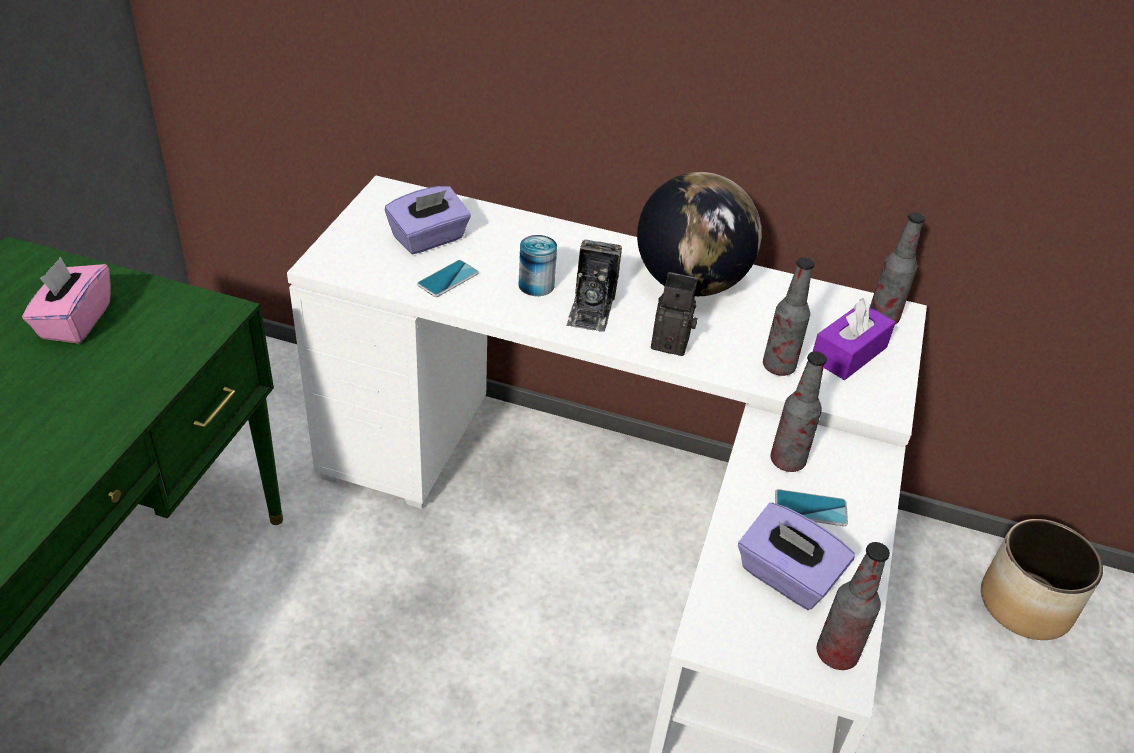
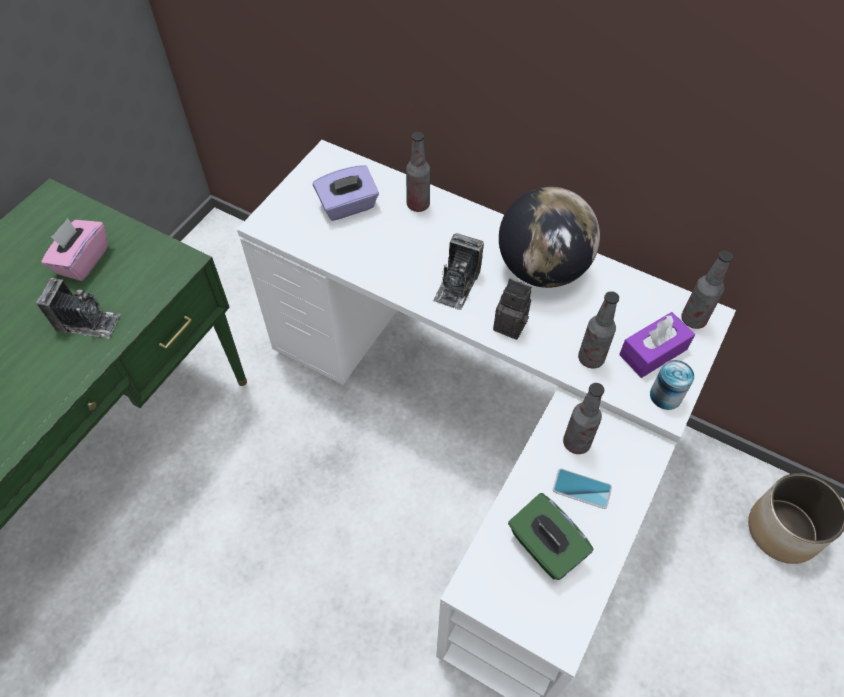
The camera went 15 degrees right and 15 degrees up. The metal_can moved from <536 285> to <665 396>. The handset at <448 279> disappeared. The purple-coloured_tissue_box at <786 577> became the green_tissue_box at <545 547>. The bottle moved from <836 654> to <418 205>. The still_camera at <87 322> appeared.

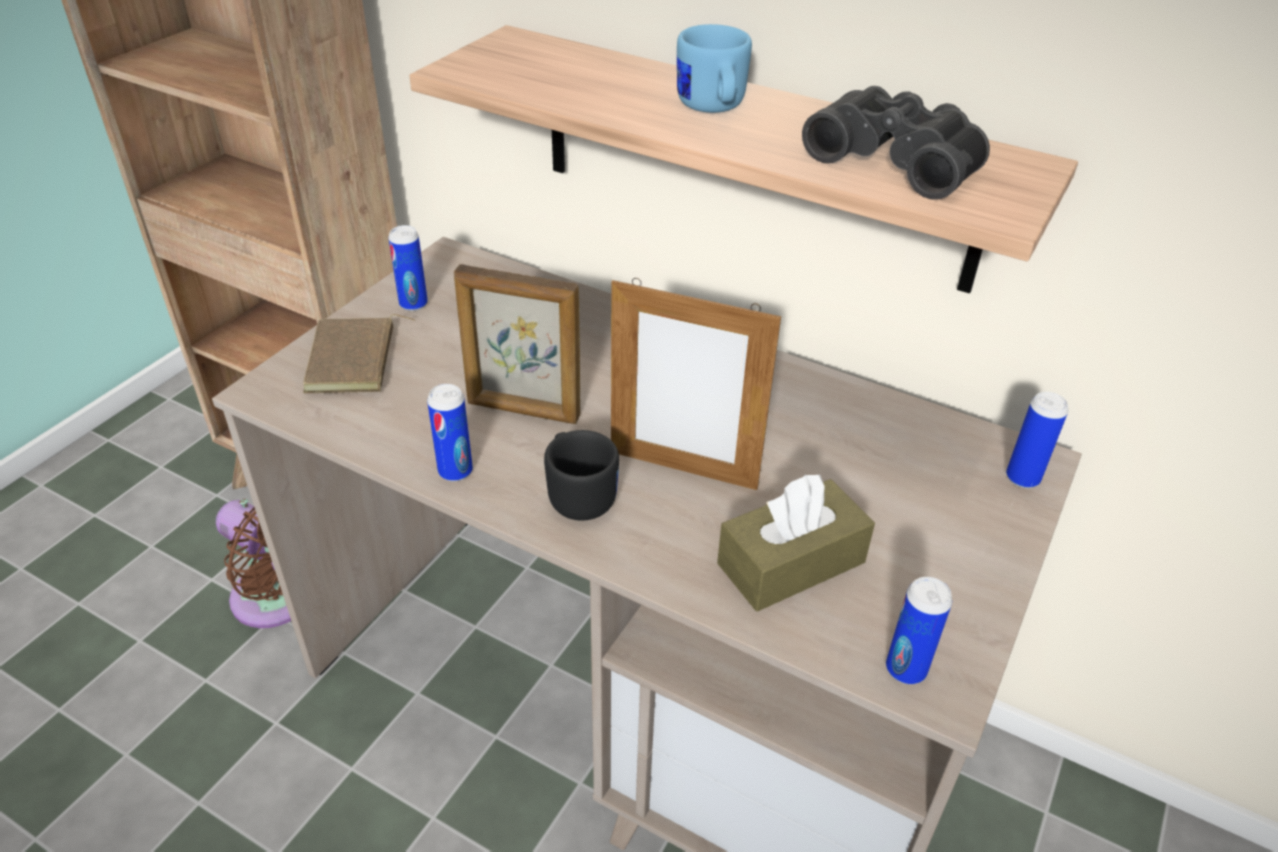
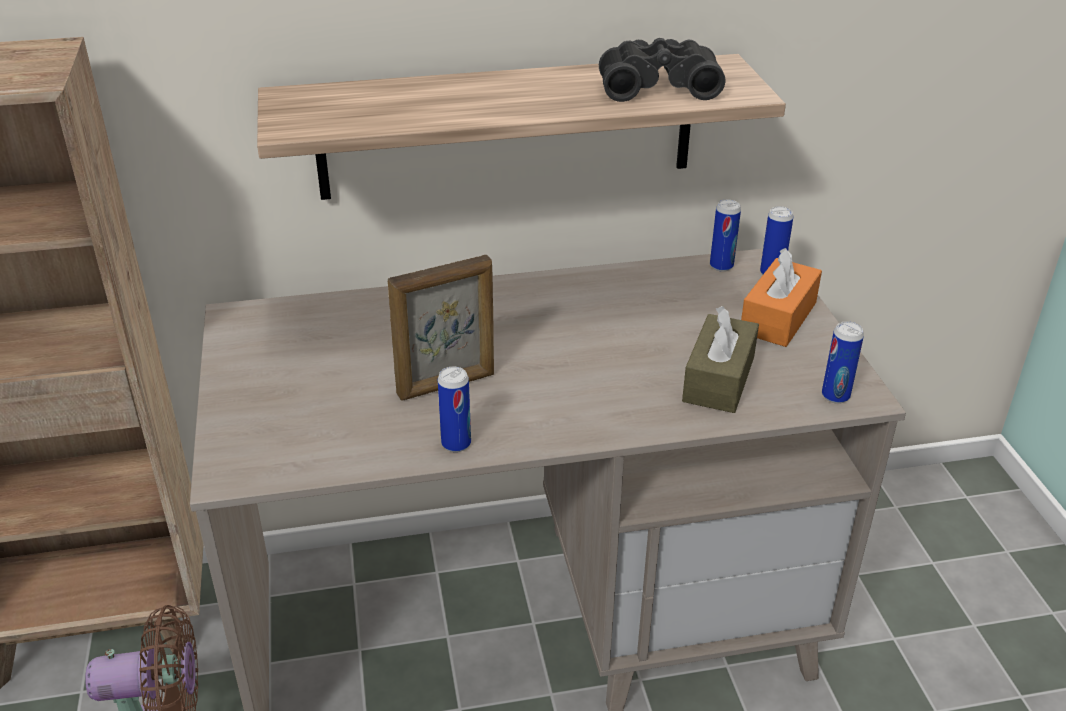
The camera went 40 degrees left and 5 degrees down. The blue-coloured_mug at <712 109> disappeared. The metal_can moved from <413 304> to <721 266>. The photo_frame at <683 469> disappeared. The brown-coloured_volume at <355 361> disappeared. The black-coloured_mug at <579 494> disappeared. The orange_tissue_box at <778 318> appeared.

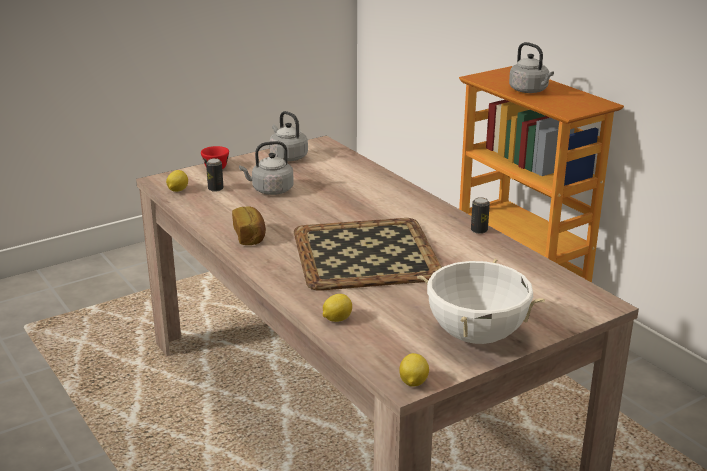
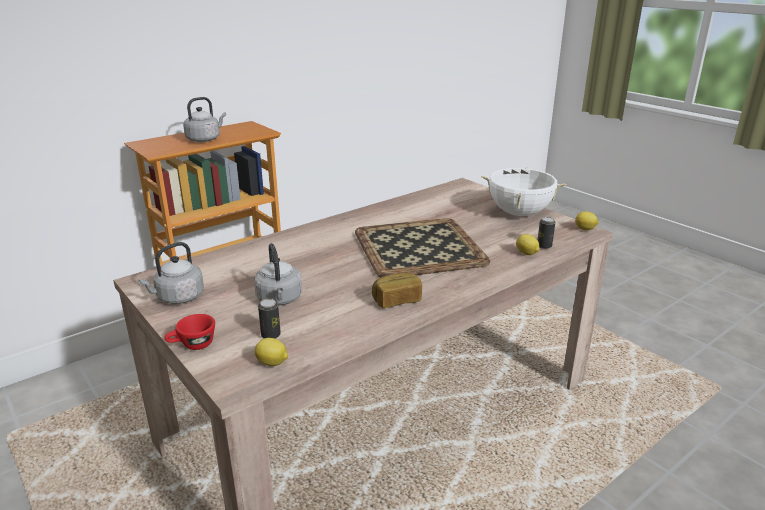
The camera went 95 degrees left and 0 degrees up. The metal_can moved from <479 230> to <544 246>.

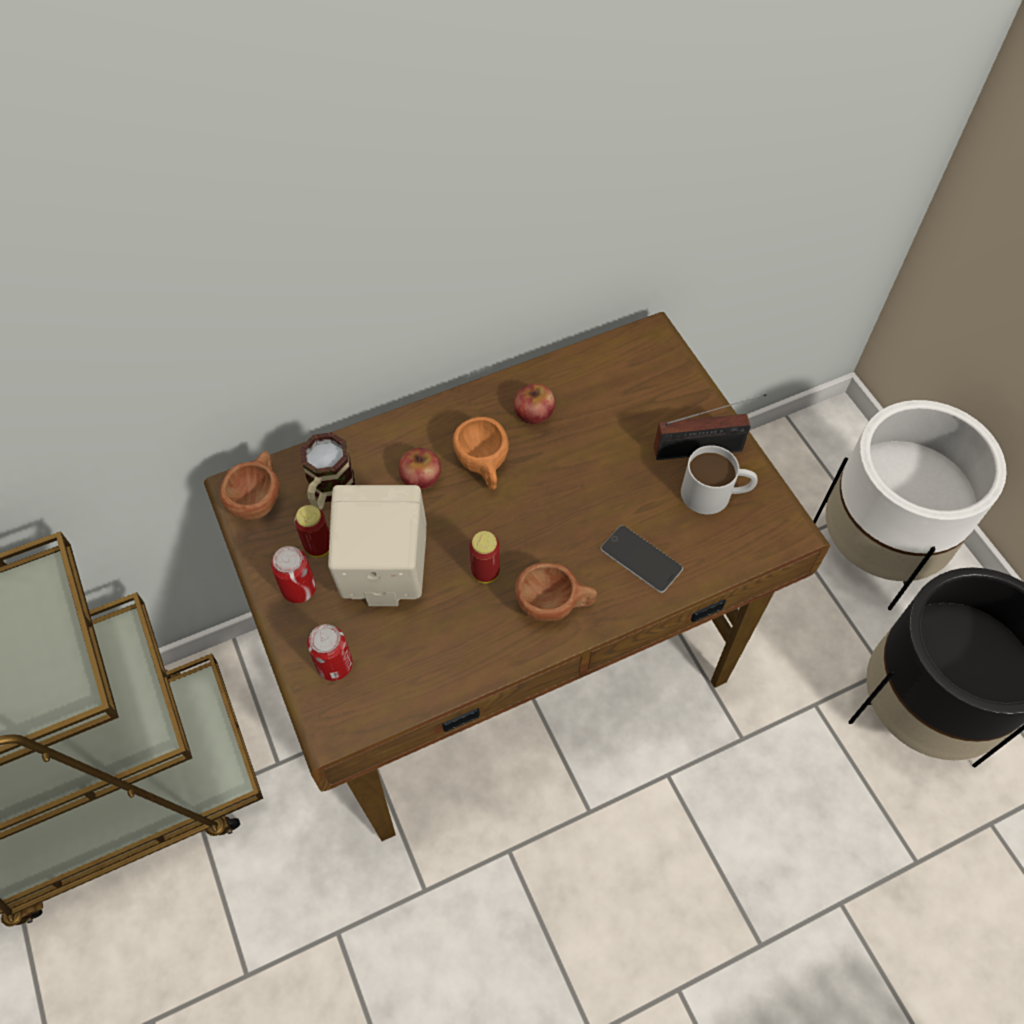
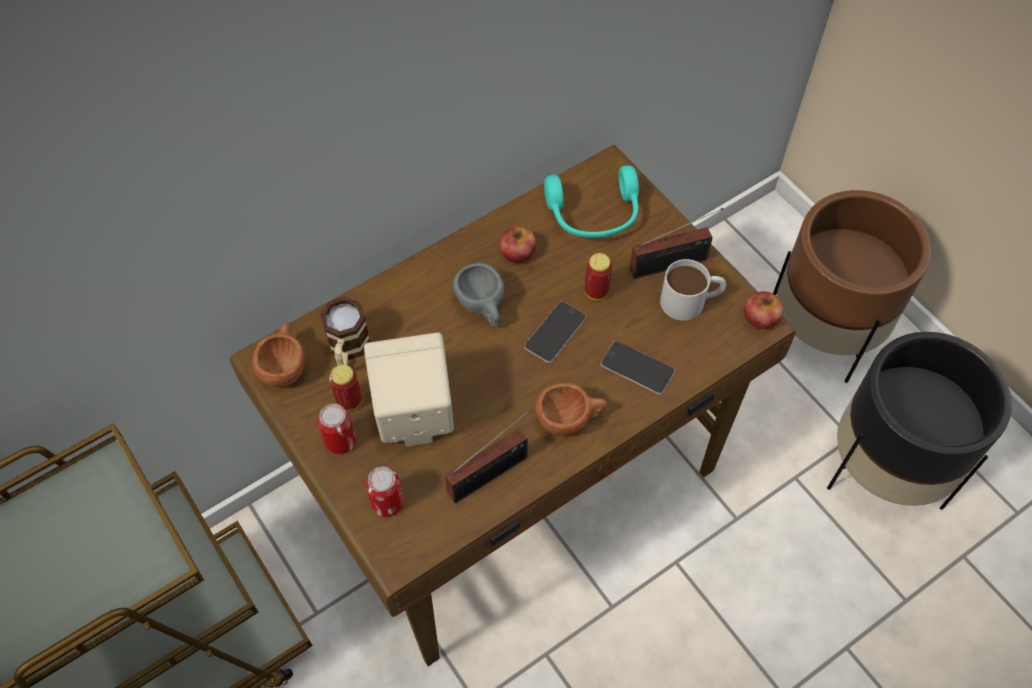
The camera went 10 degrees left and 0 degrees up. The whitish_flower_pot at <874 551> became the brown-coloured_flower_pot at <824 331>. The orange_small_cup at <484 466> became the gray_small_cup at <483 307>. The whole_apple moved from <421 476> to <760 317>. The metal_can moved from <485 572> to <596 292>. The turquoise_headphones at <594 215> appeared. The handset at <555 332> appeared. The radio_receiver at <492 473> appeared.

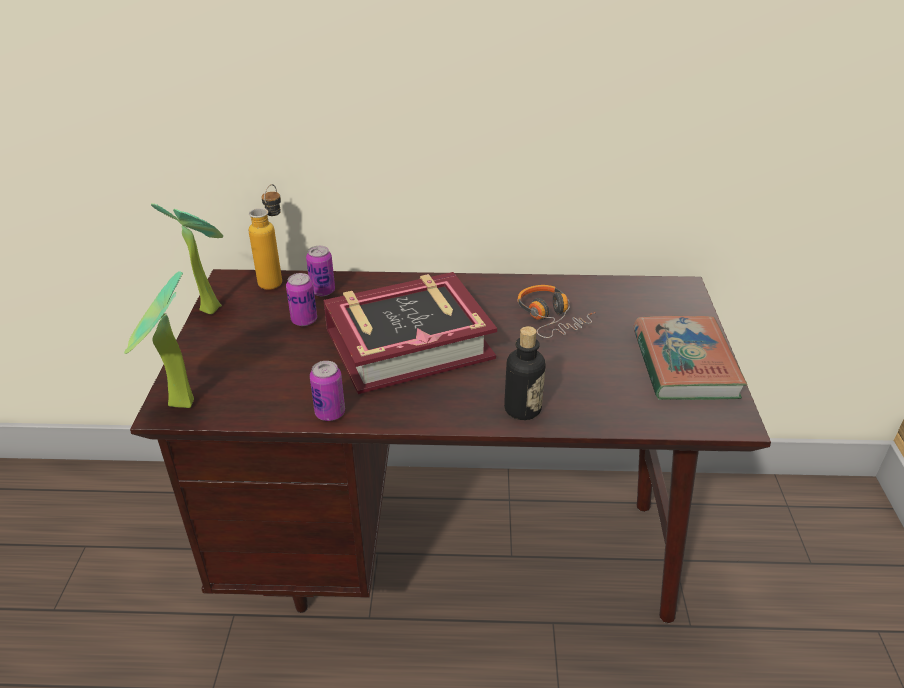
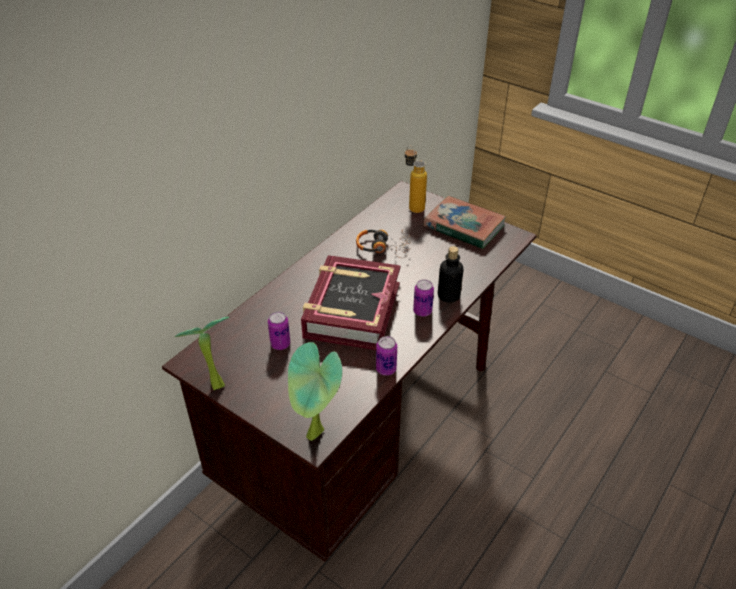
The camera went 55 degrees left and 5 degrees up. The bottle moved from <276 279> to <413 205>. The metal_can moved from <323 291> to <422 311>.

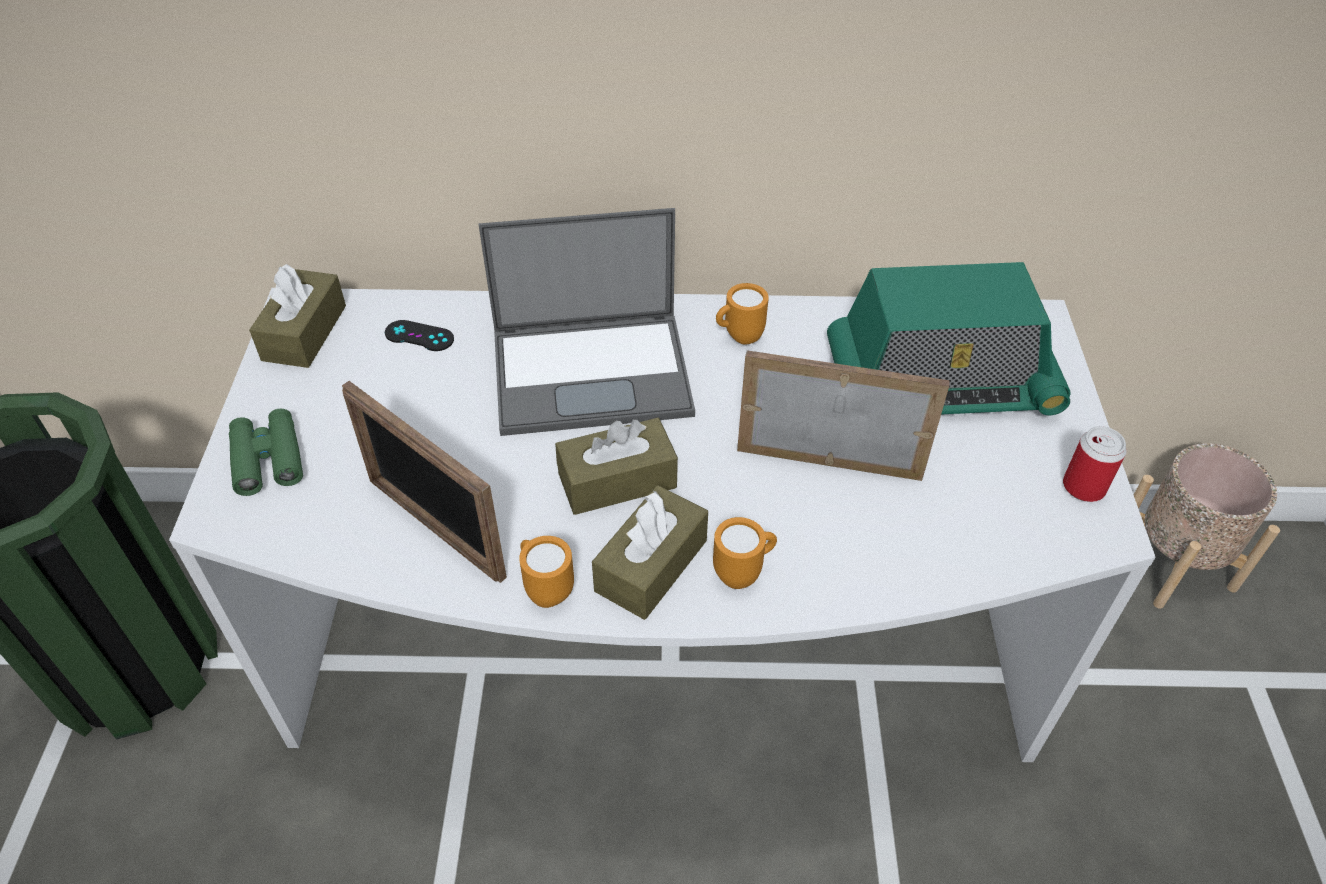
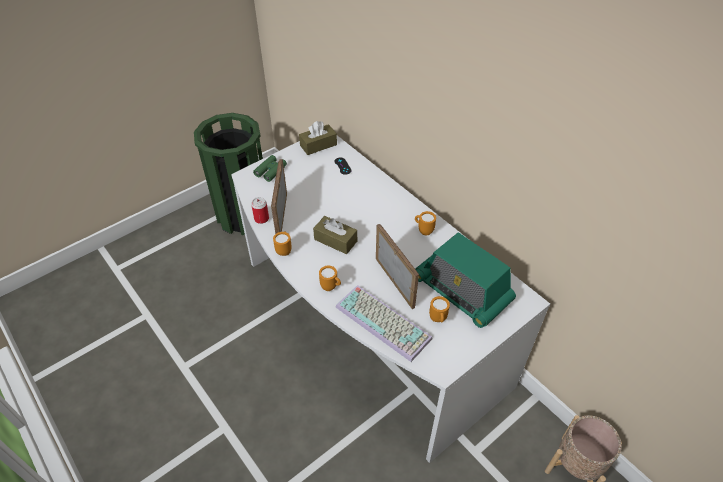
The camera went 50 degrees right and 0 degrees up. The notebook_computer at <594 372> disappeared. The metal_can moved from <1084 487> to <261 219>. The brown-coloured_tissue_box at <651 565> disappeared. The PC_keyboard at <385 322> appeared. The orange_mug at <438 320> appeared.

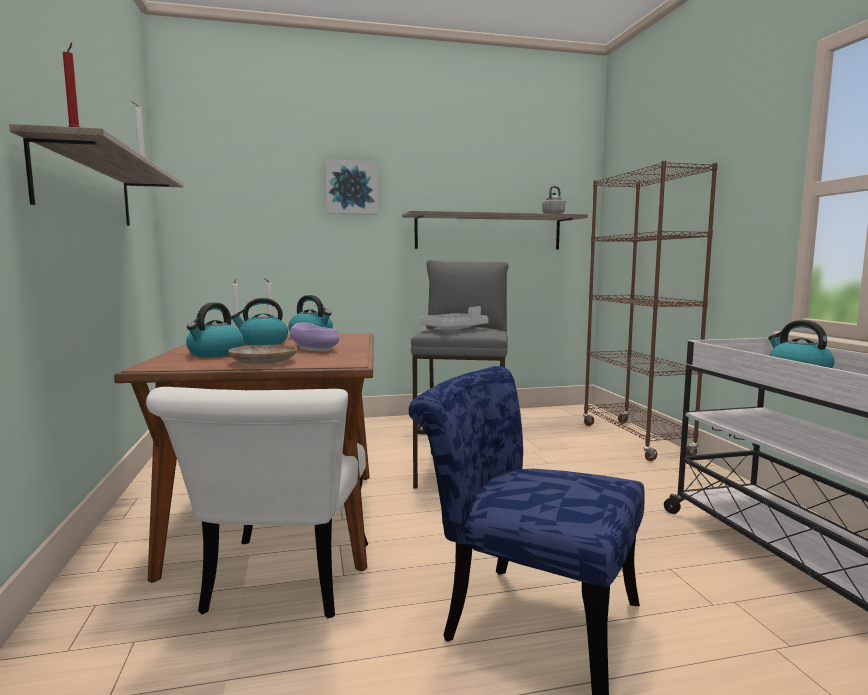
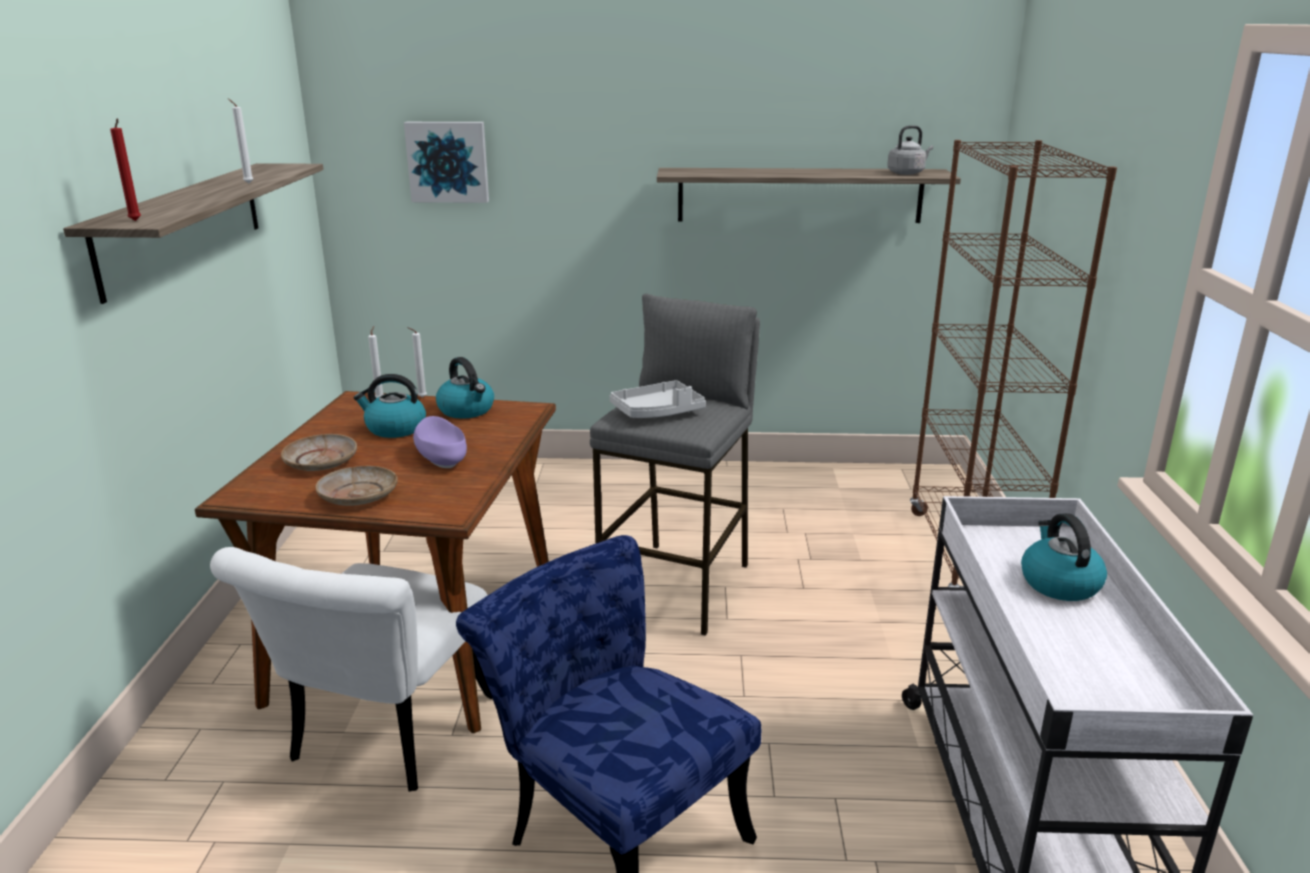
The camera went 15 degrees right and 15 degrees up. The wall_picture moved from <351 187> to <448 161>. The water_kettle at <215 354> was replaced by the beige-coloured_dinner_plate at <321 462>.

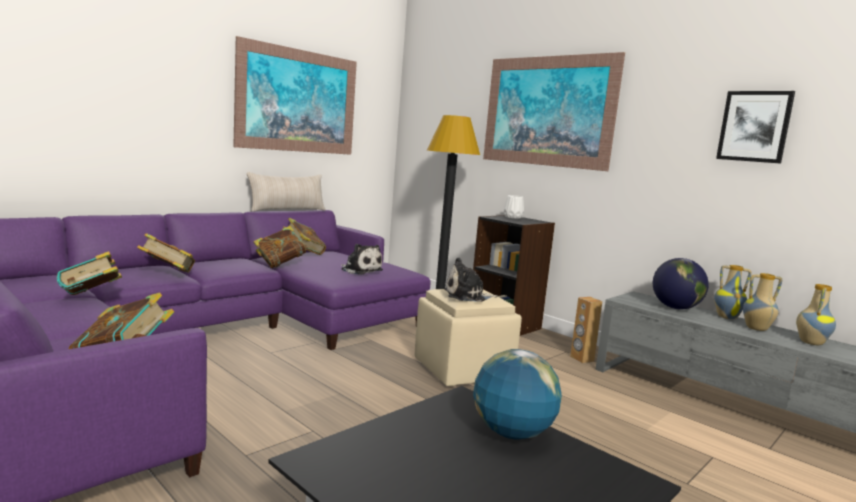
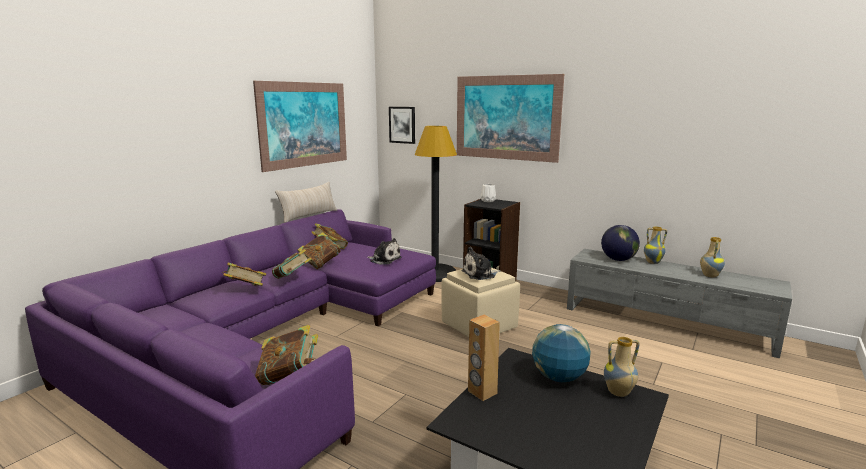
The camera went 10 degrees left and 5 degrees up. The wall_picture moved from <754 126> to <402 125>. The volume moved from <91 298> to <292 279>. The vase moved from <756 329> to <618 393>. The brown-coloured_loudspeaker moved from <581 359> to <482 392>.

